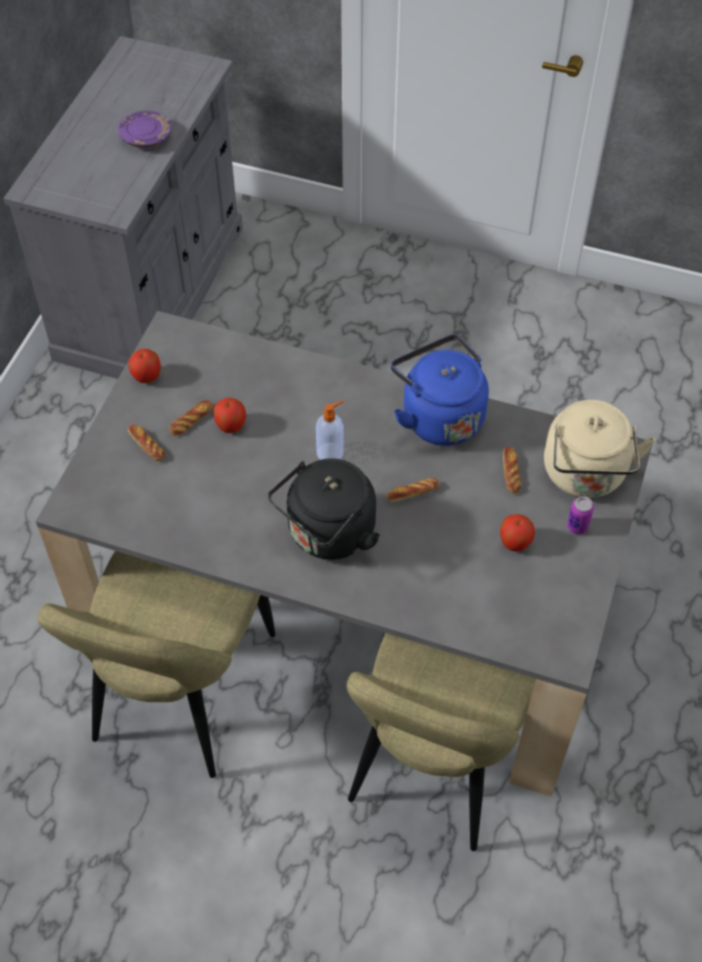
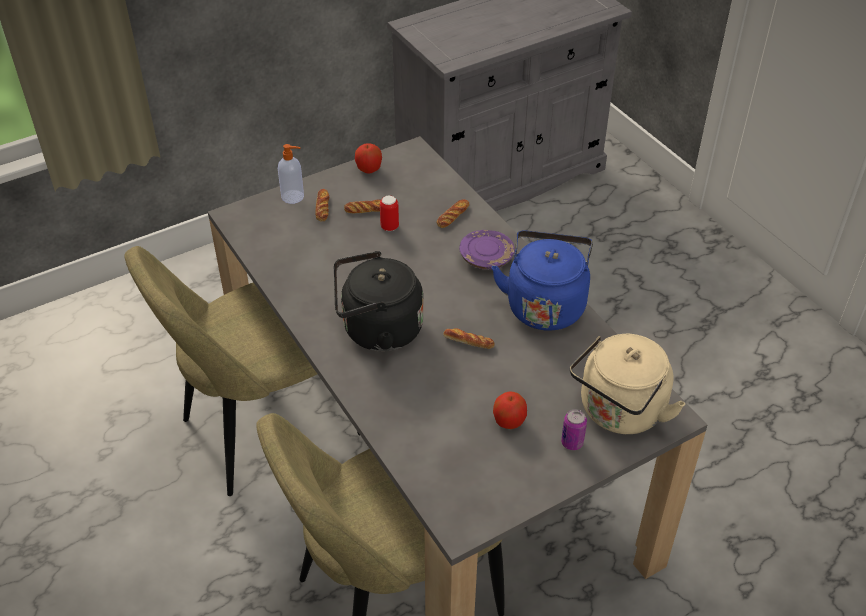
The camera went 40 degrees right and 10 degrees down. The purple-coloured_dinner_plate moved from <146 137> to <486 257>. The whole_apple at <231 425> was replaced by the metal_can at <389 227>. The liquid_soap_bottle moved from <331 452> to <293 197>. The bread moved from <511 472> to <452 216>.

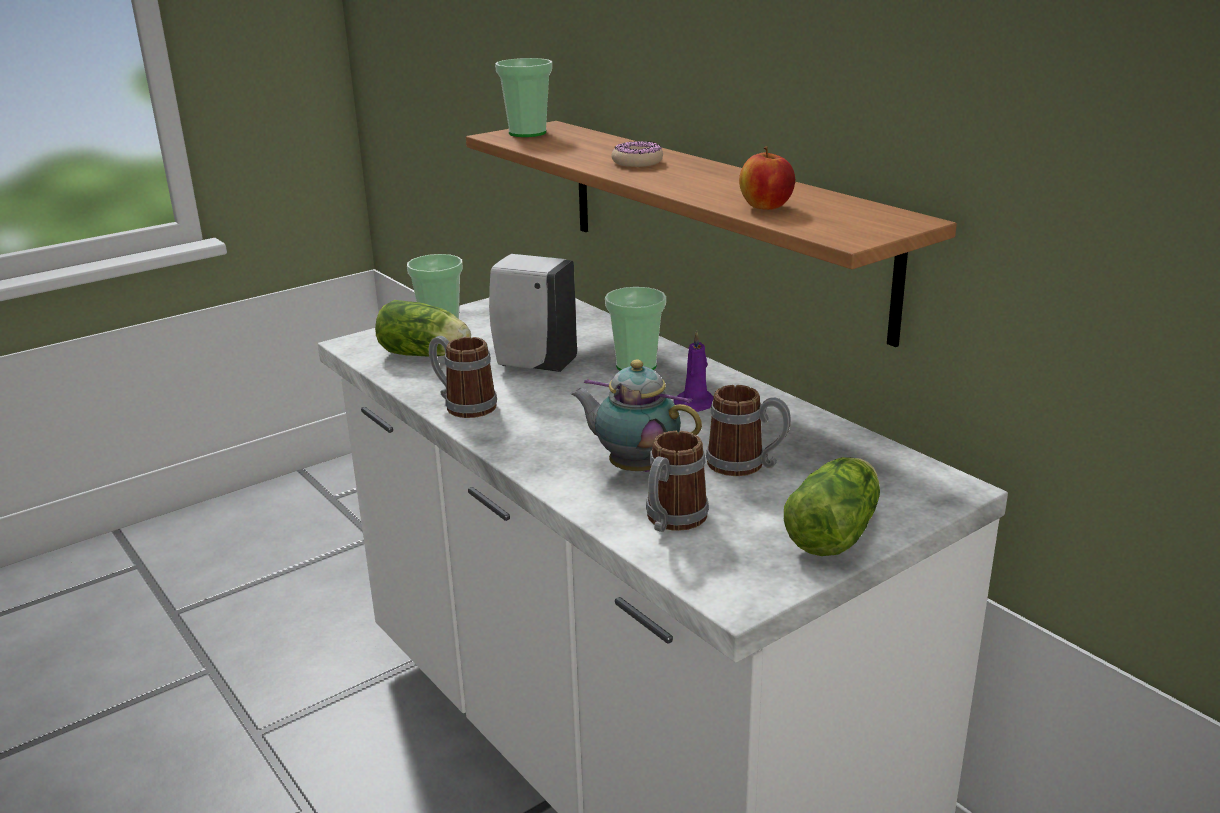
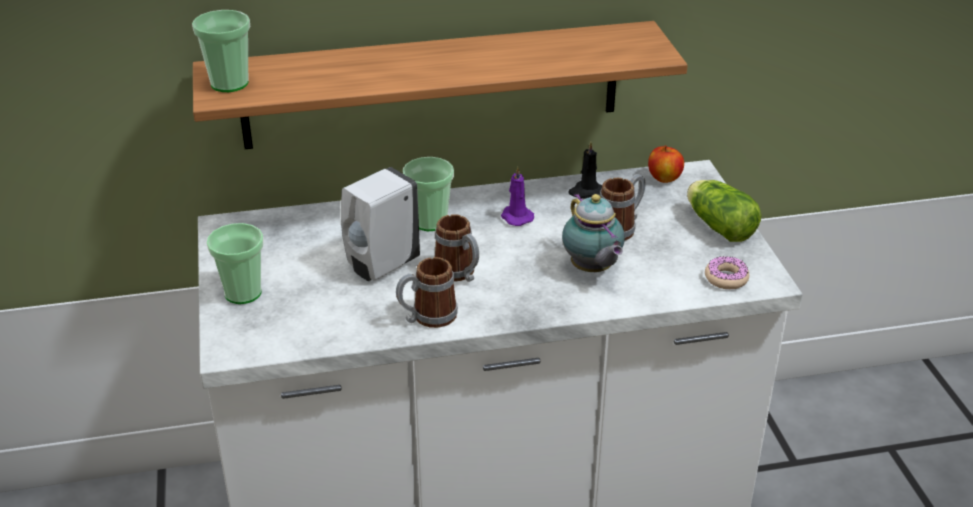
The camera went 65 degrees left and 10 degrees up. The ring_doughnut moved from <637 162> to <726 278>. The whole_apple moved from <766 207> to <664 178>. The head_of_lettuce at <427 355> disappeared. The pot_for_tea at <634 468> turned 75 degrees counterclockwise. The mug moved from <671 521> to <459 274>. The black-coloured_candle at <586 192> appeared.

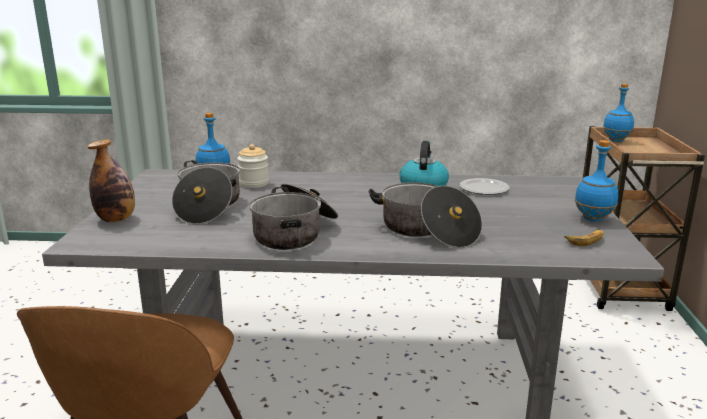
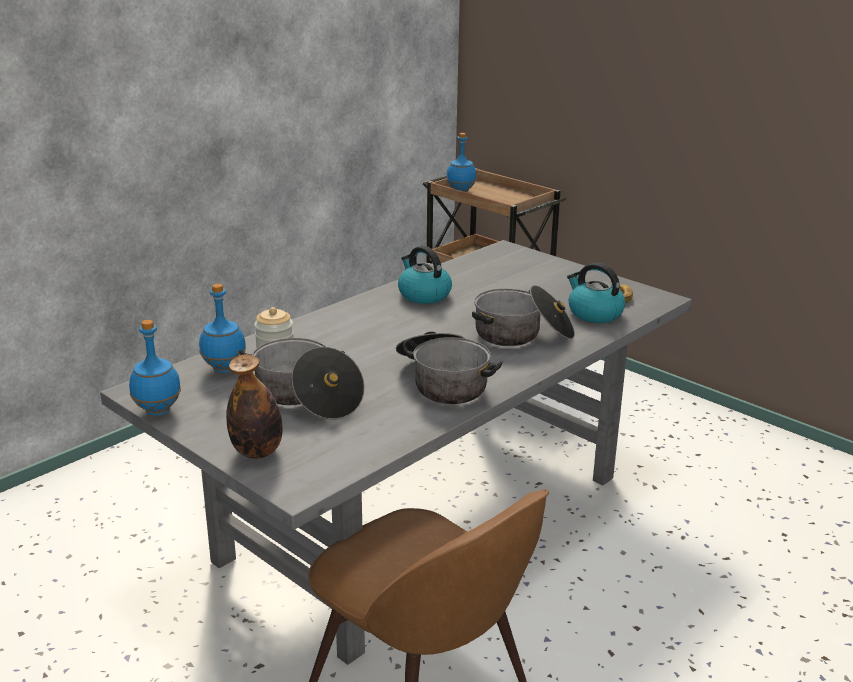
The camera went 50 degrees left and 5 degrees up. The blue-coloured_bottle moved from <594 219> to <158 410>. The dinner_plate at <483 189> disappeared. The water_kettle at <594 313> appeared.

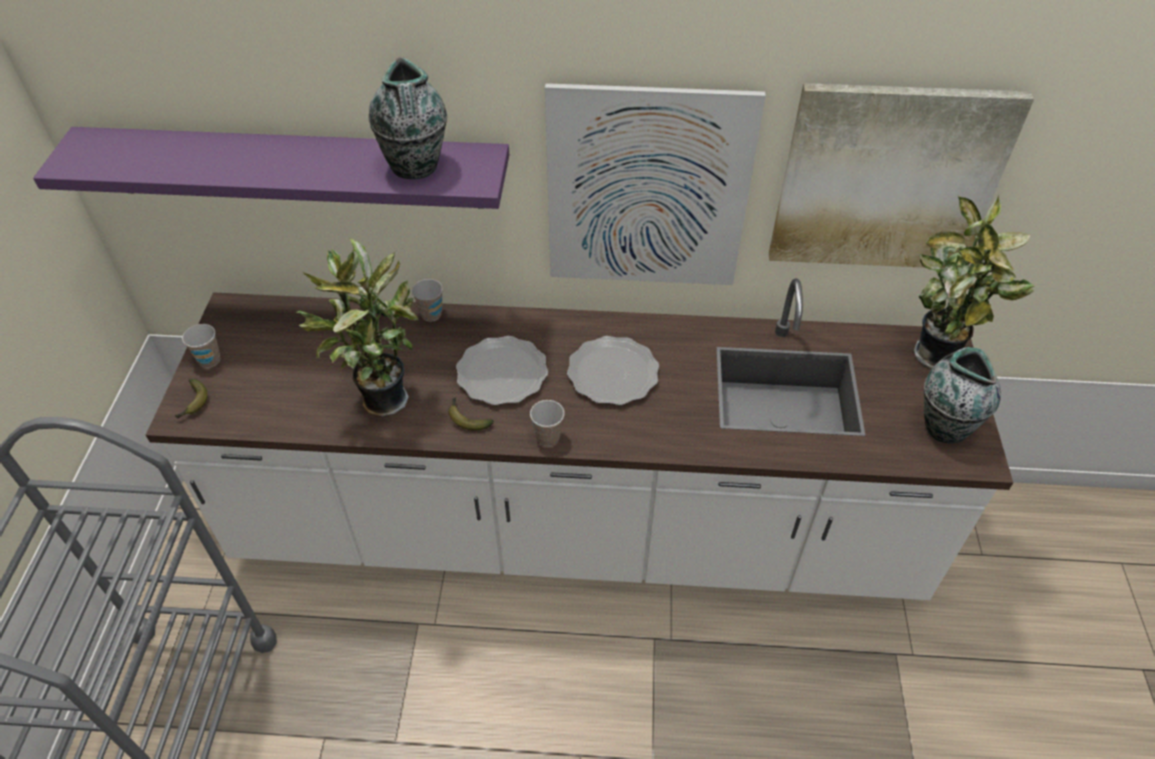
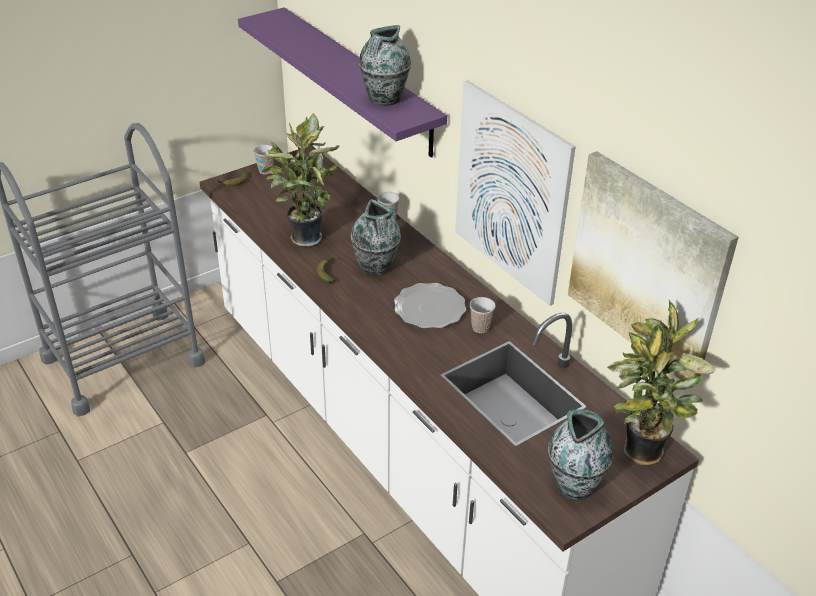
The camera went 50 degrees right and 10 degrees down. The dinner_plate at <502 374> was replaced by the vase at <375 267>. The small_cup moved from <548 437> to <480 327>.

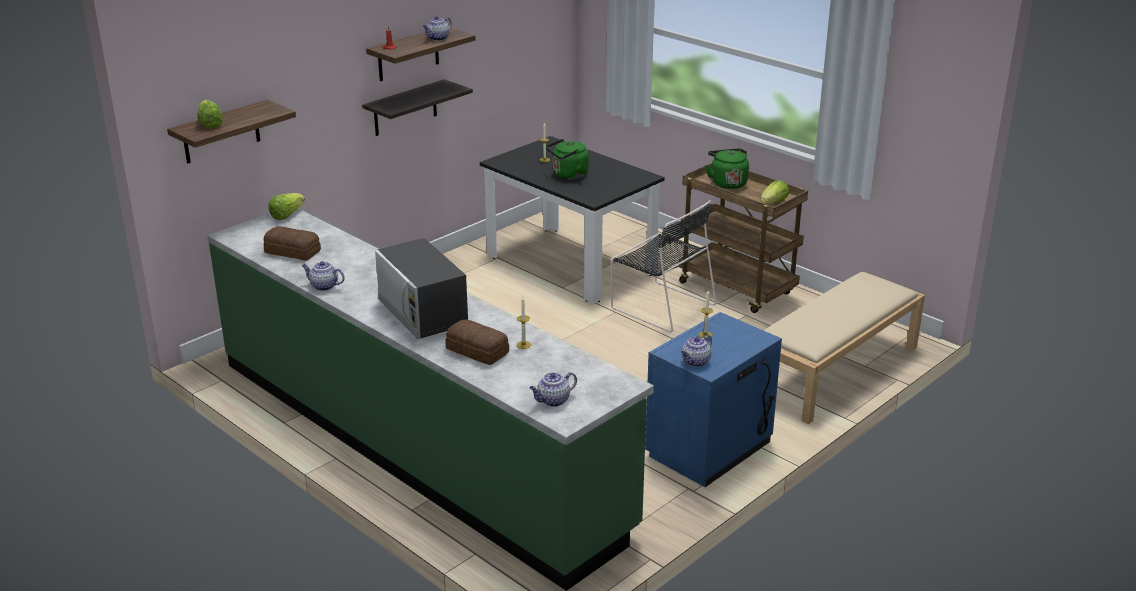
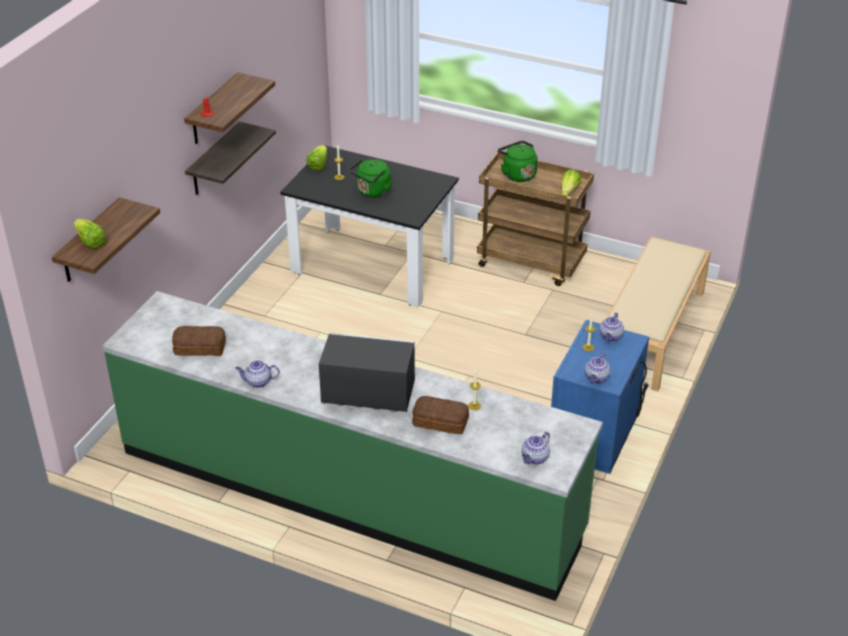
The camera went 20 degrees left and 10 degrees up. The pot_for_tea moved from <437 38> to <611 337>. The head_of_lettuce moved from <286 215> to <318 165>. The black-coloured_chair at <660 305> disappeared. The microwave at <423 313> turned 150 degrees clockwise.

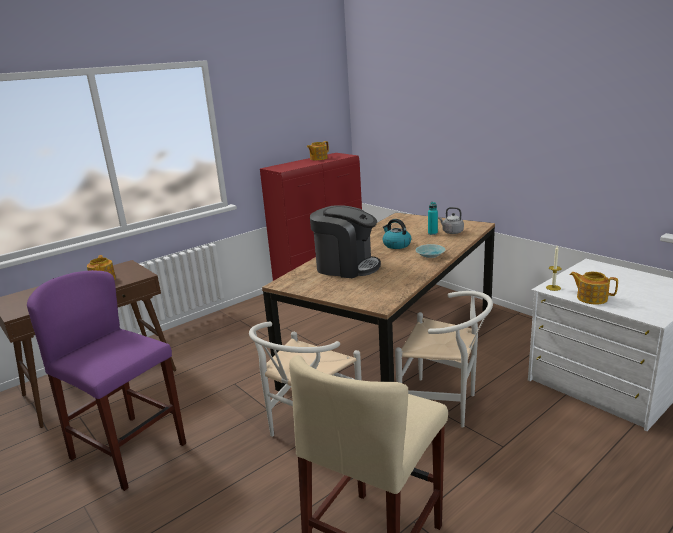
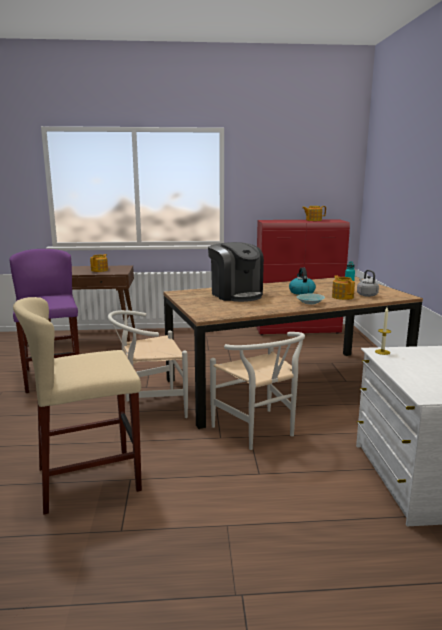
The camera went 35 degrees right and 5 degrees down. The pot_for_tea moved from <591 298> to <342 297>.

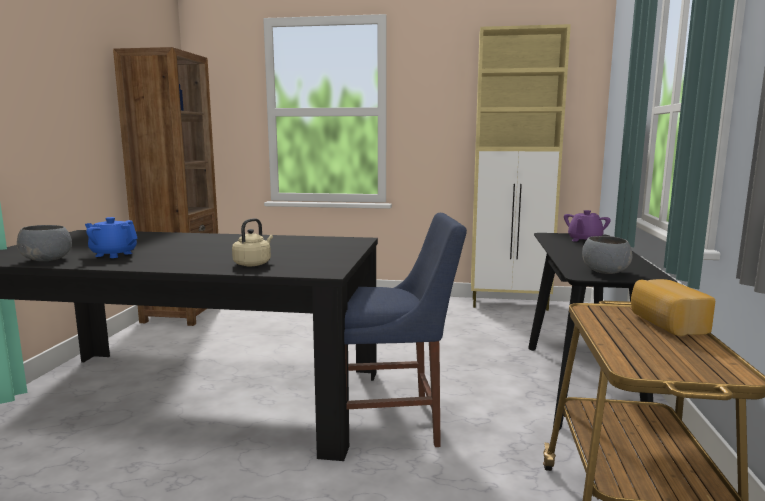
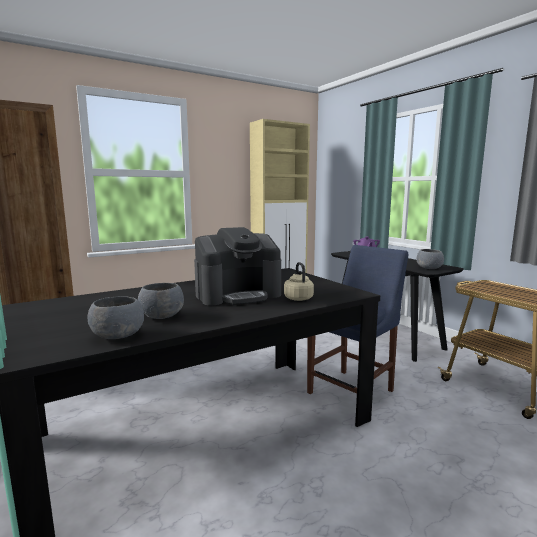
The camera went 40 degrees left and 0 degrees up. The blue-coloured_pot_for_tea at <113 254> was replaced by the gray_deep_dish at <162 316>. The bread at <666 323> disappeared. The coffee_machine at <238 294> appeared.

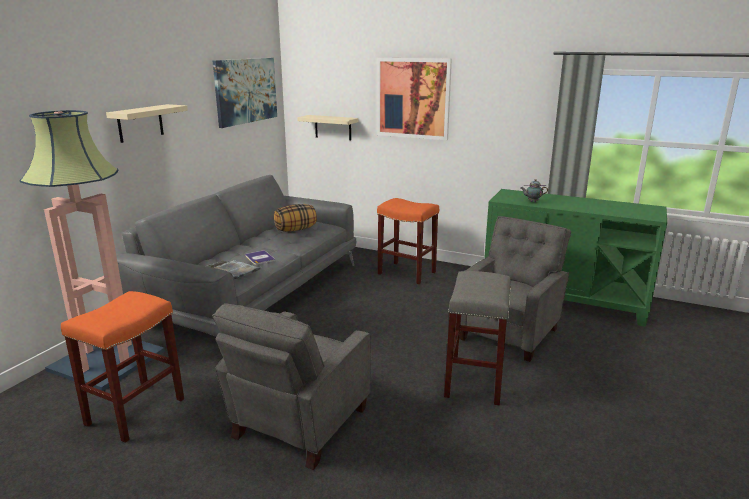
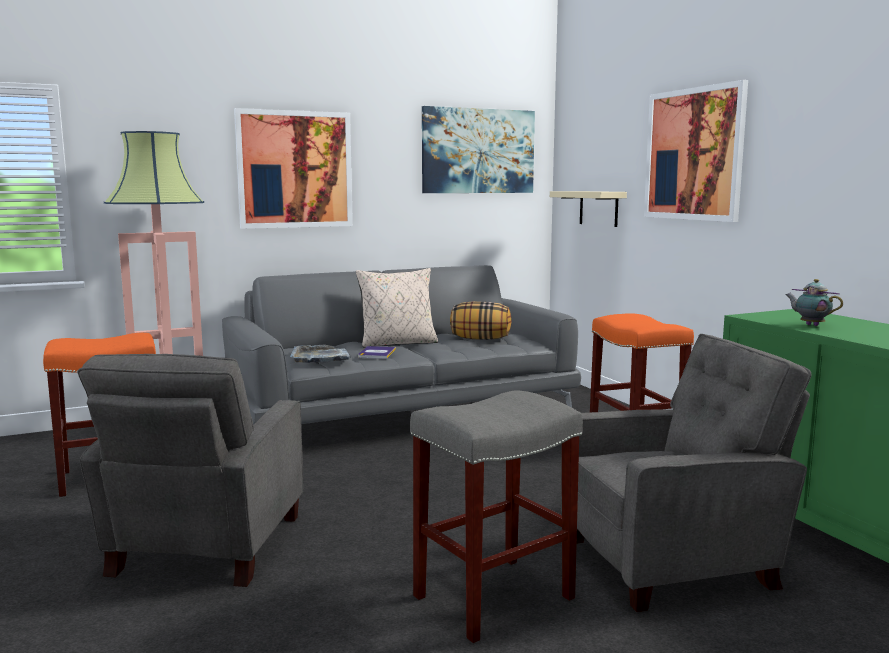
The camera went 40 degrees right and 10 degrees down. The beige-coloured_bracket_shelf at <140 123> was replaced by the wall_picture at <295 169>. The gray_easy_chair at <298 424> turned 60 degrees counterclockwise. The beige-coloured_cushion at <398 343> appeared.

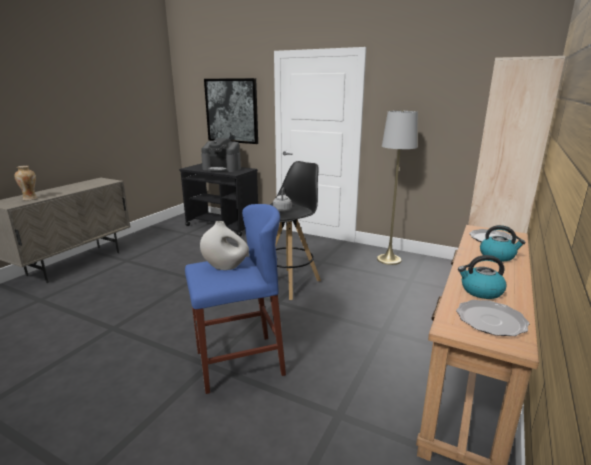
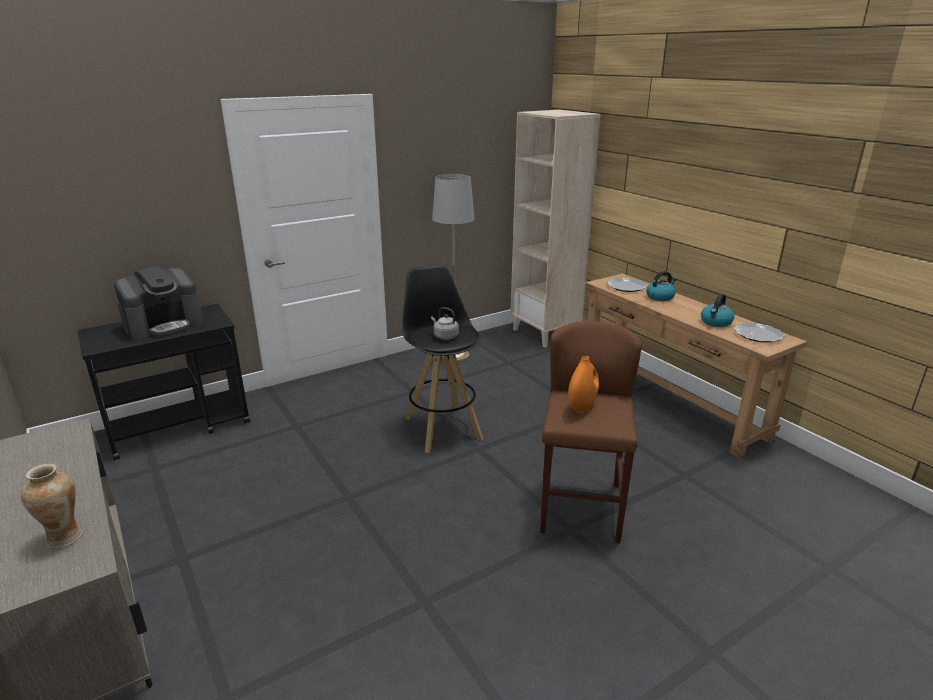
The camera went 60 degrees left and 5 degrees up. The wall_picture at <231 111> disappeared. The blue-coloured_sitting_stool at <239 363> became the brown-coloured_sitting_stool at <580 508>. The whitish_vase at <225 267> became the orange_vase at <582 406>.

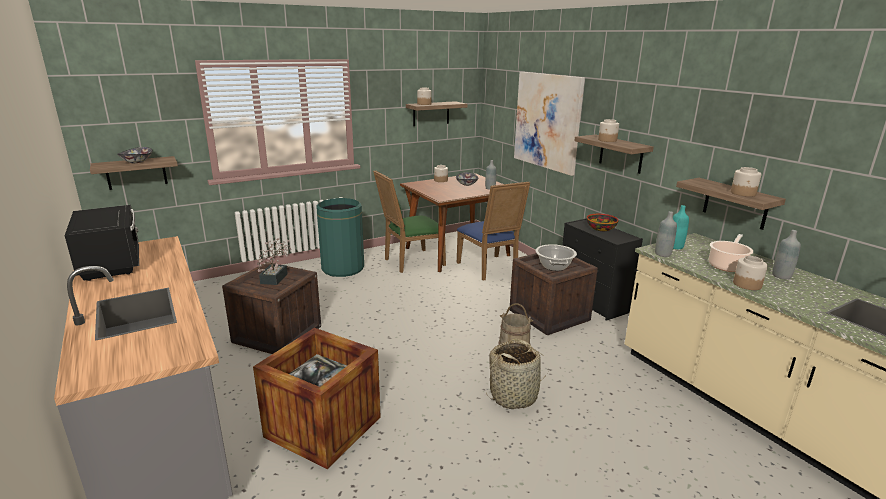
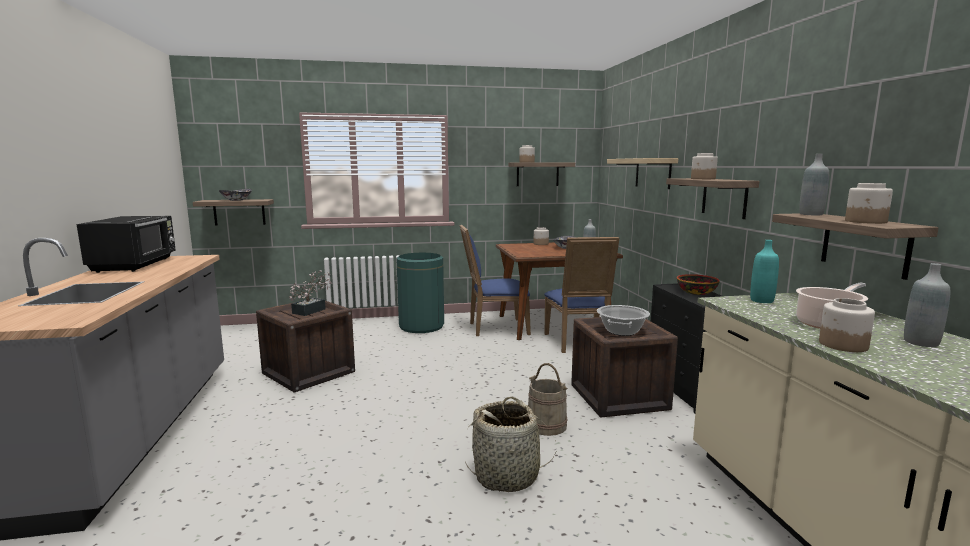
The camera went 20 degrees right and 10 degrees down. The wall_picture at <547 121> was replaced by the bracket_shelf at <653 173>. The green_chair at <410 262> became the blue-coloured_chair at <494 328>. The gray_bottle moved from <663 254> to <811 214>. The packing_crate at <323 426> disappeared.

